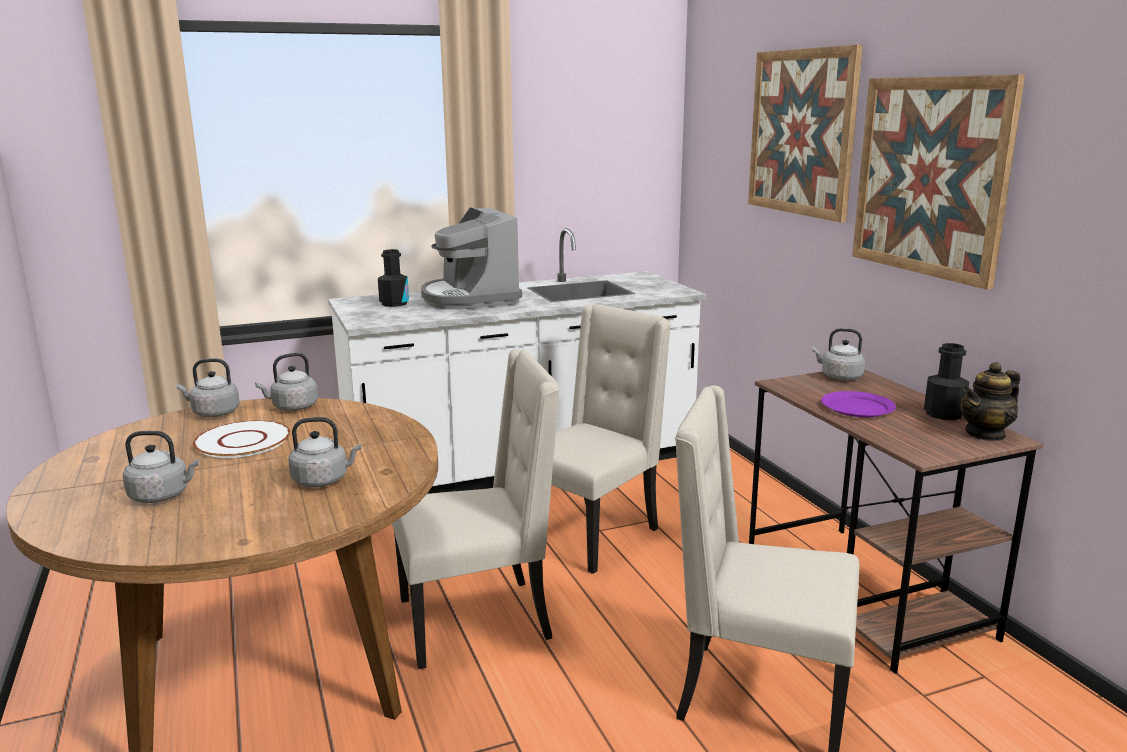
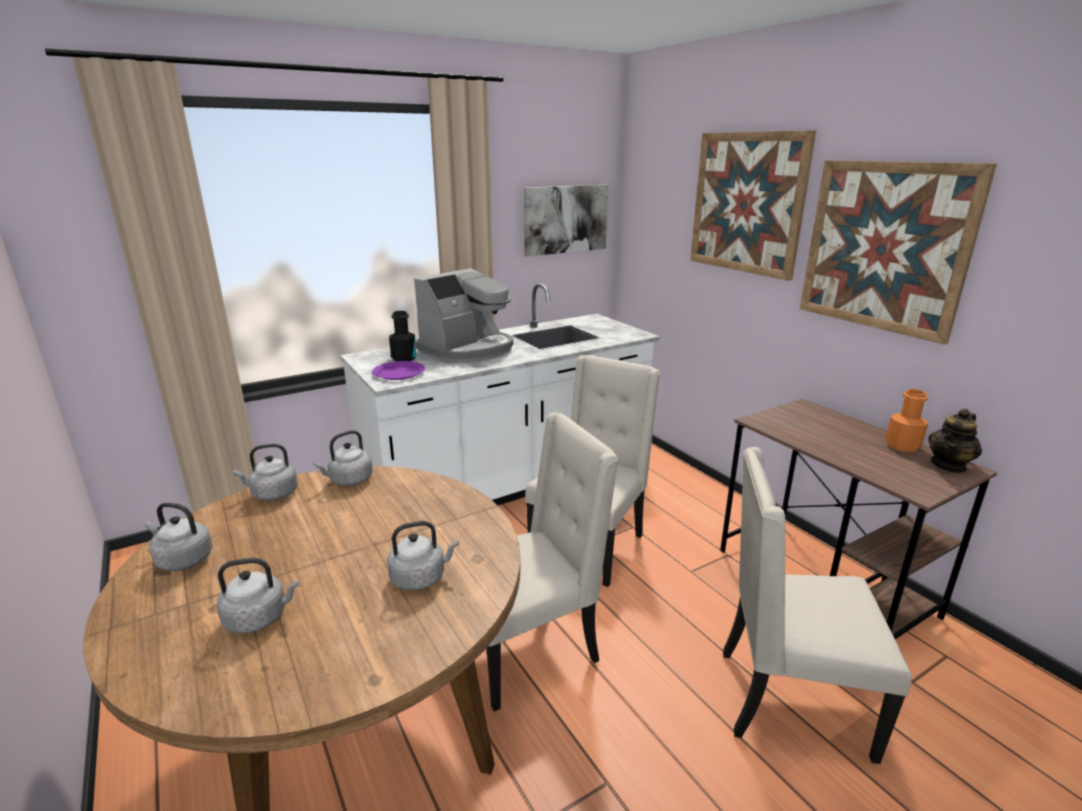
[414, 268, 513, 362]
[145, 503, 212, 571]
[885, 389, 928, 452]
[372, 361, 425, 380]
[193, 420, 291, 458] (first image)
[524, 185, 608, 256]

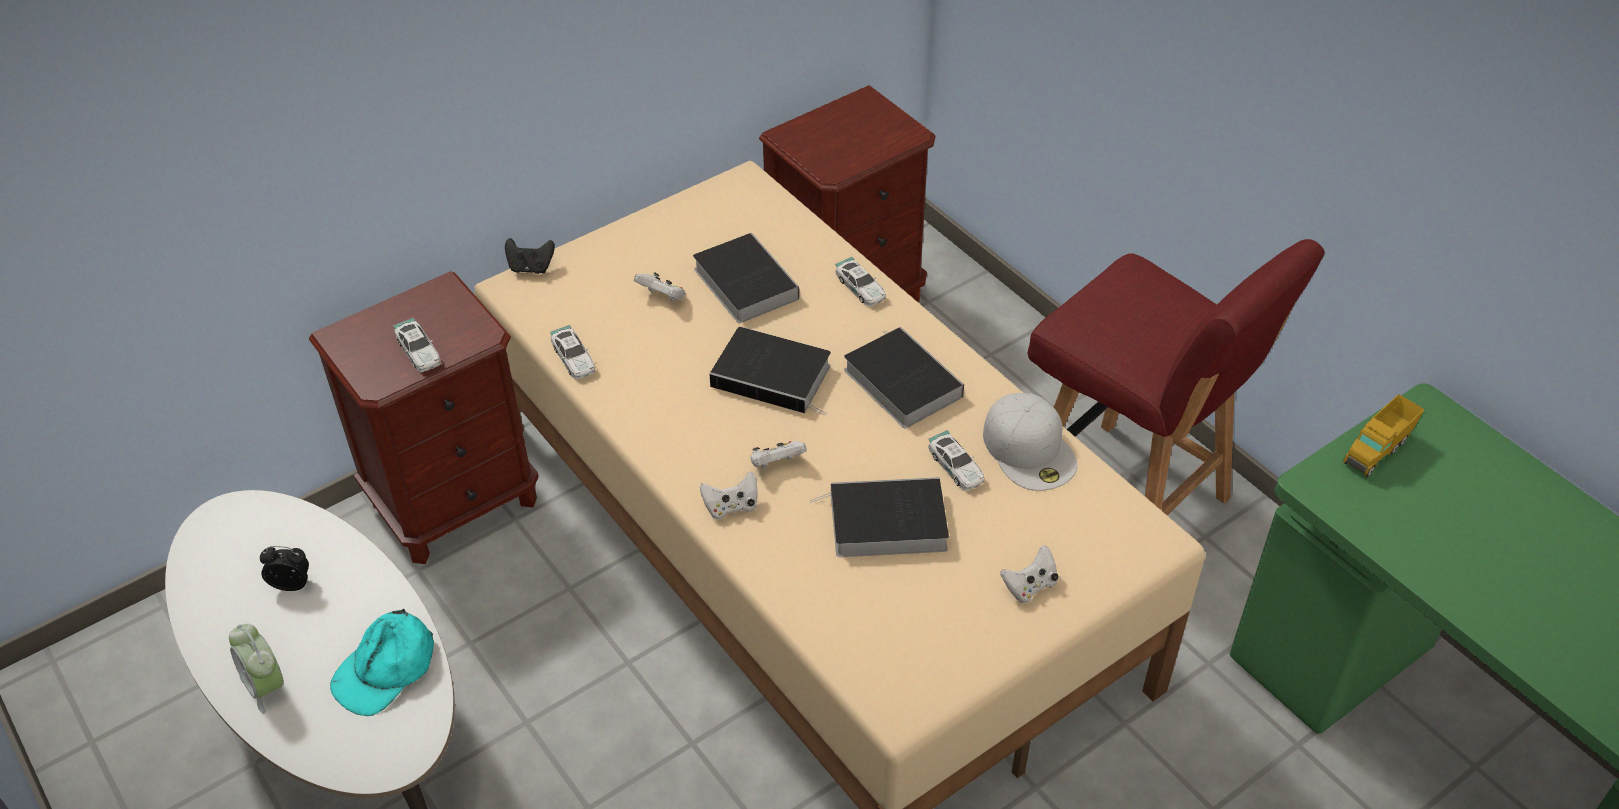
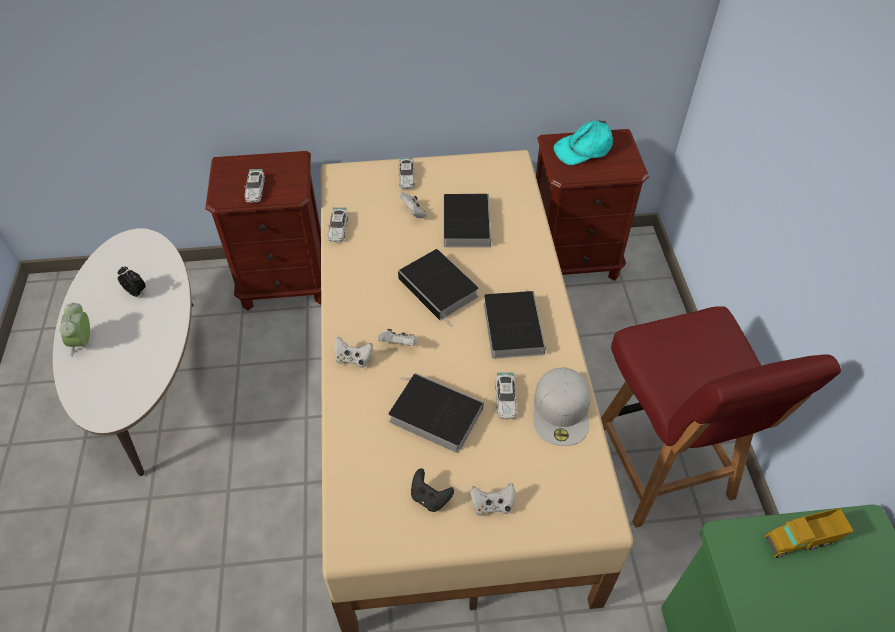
[411, 468, 454, 512]
[398, 157, 415, 189]
[554, 120, 613, 165]

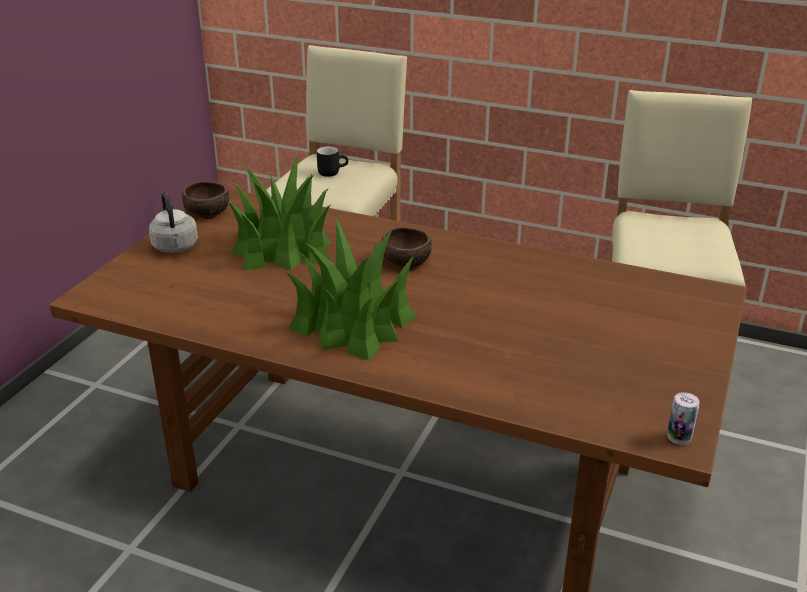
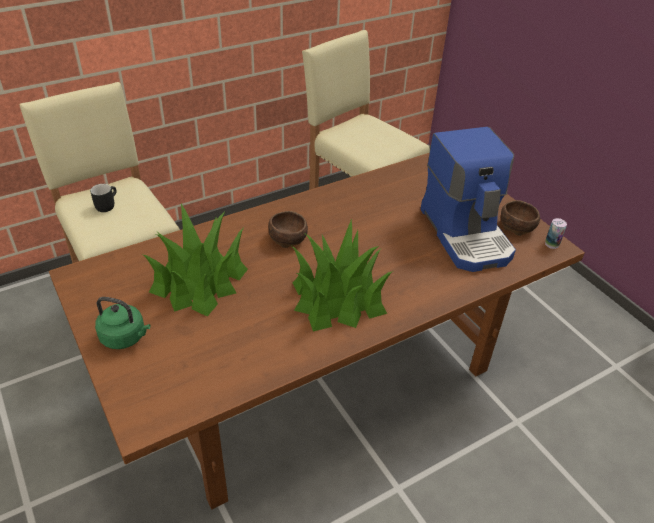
[501, 200, 540, 236]
[95, 297, 151, 349]
[420, 127, 516, 272]

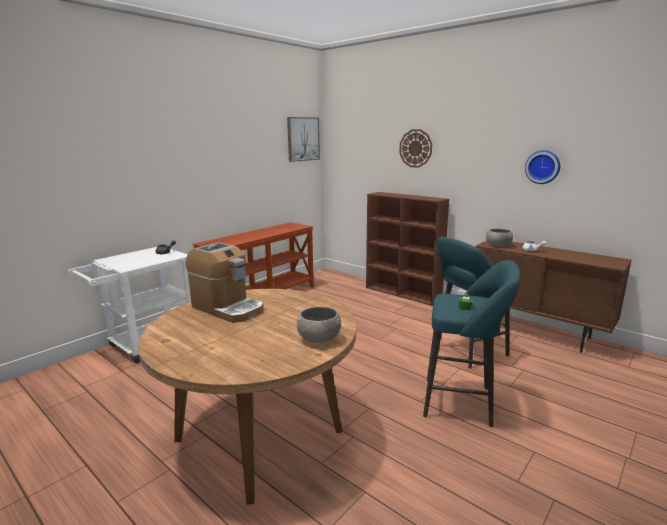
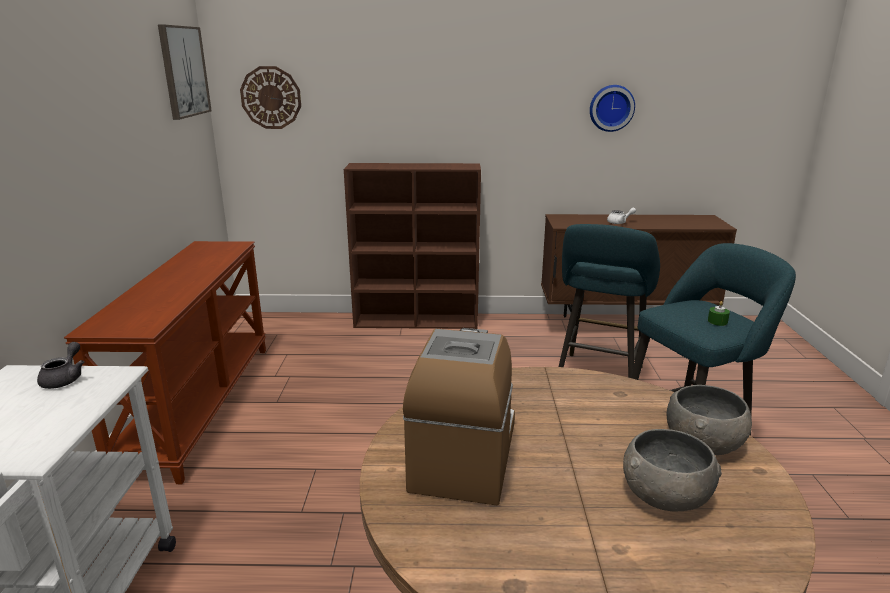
[240, 66, 301, 129]
[623, 429, 722, 511]
[403, 328, 515, 505]

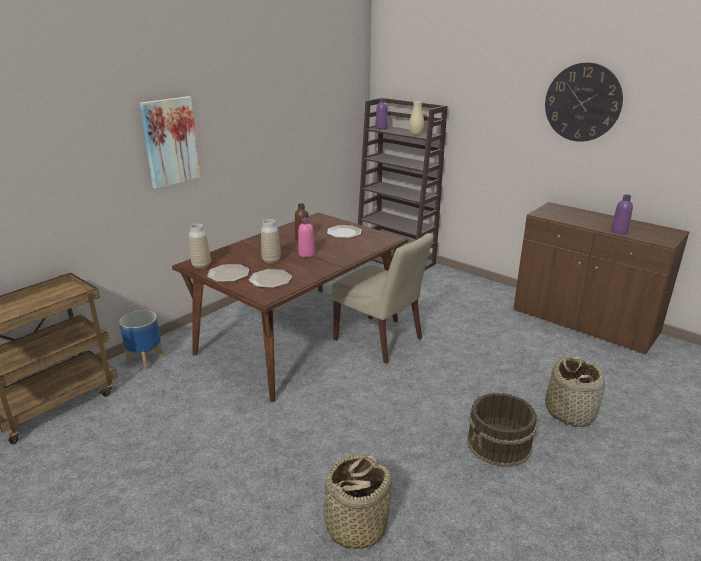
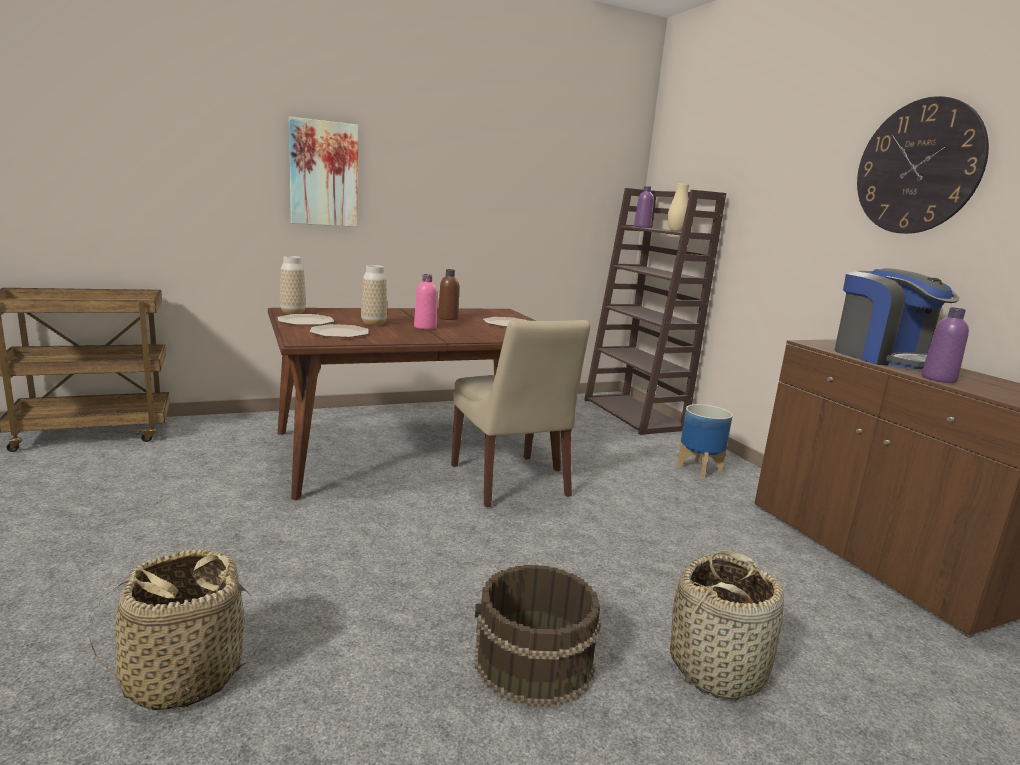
[677, 404, 733, 478]
[834, 268, 959, 369]

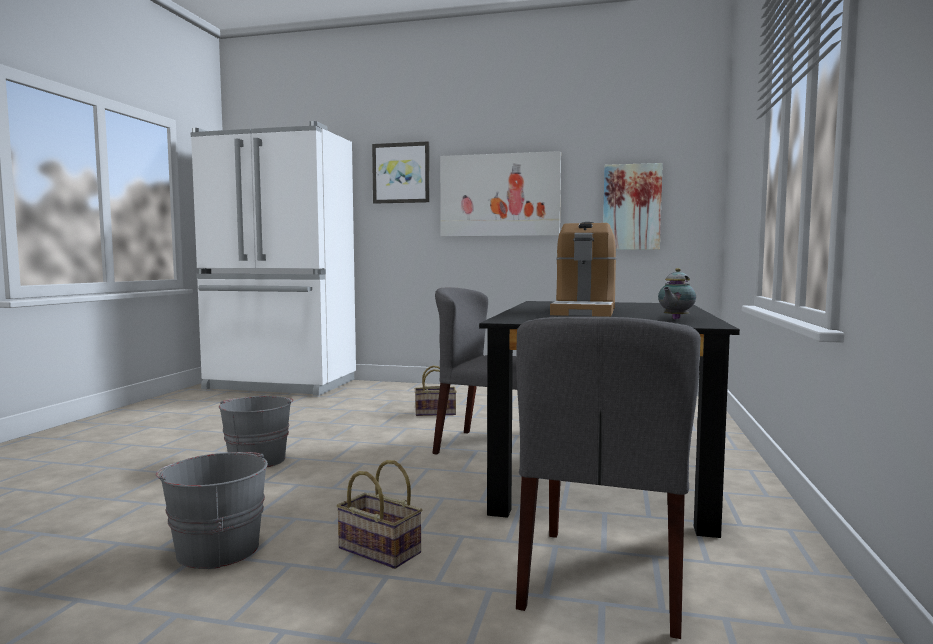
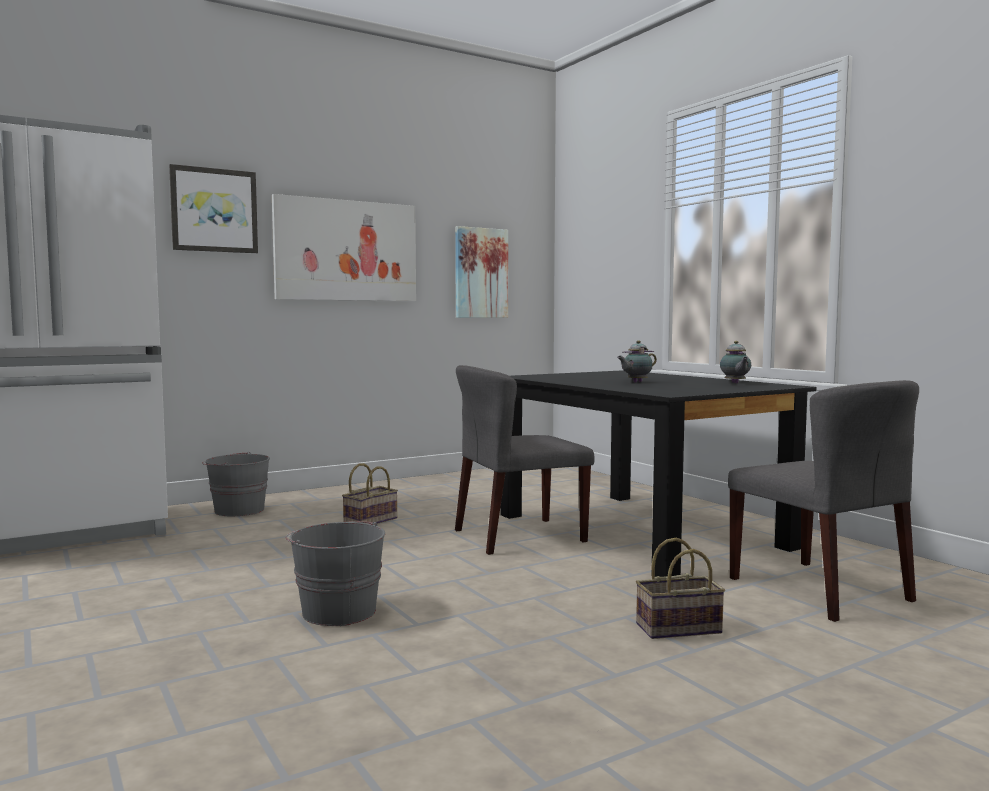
[617, 340, 657, 382]
[202, 452, 270, 516]

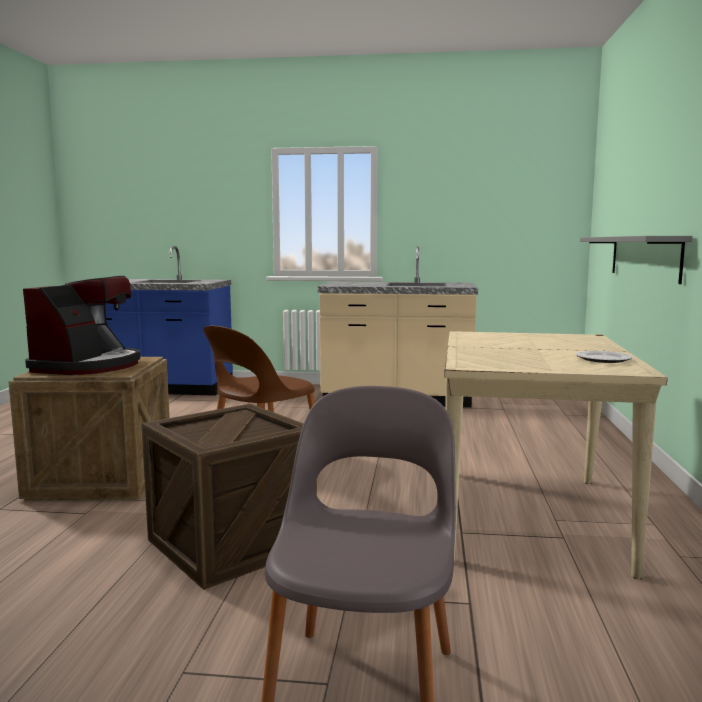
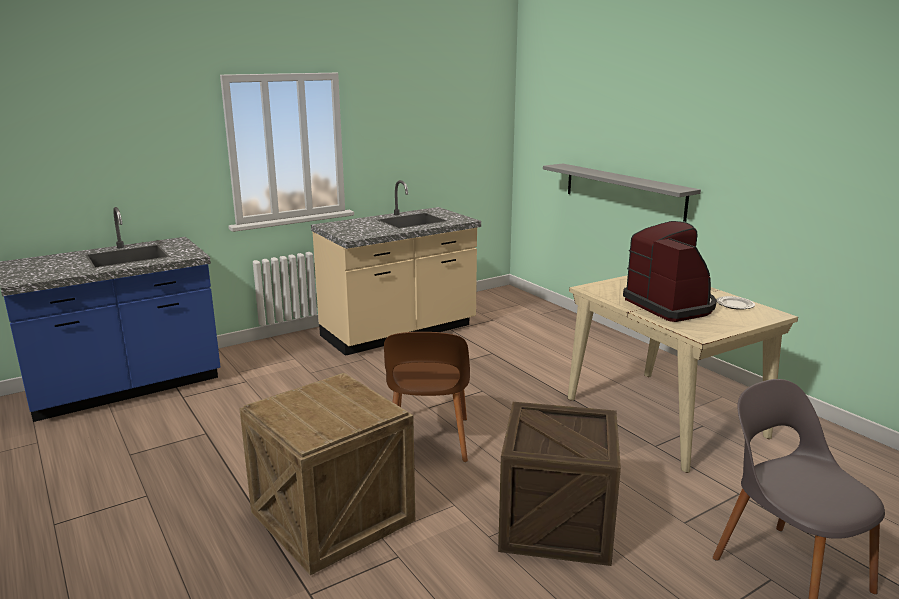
[623, 221, 717, 322]

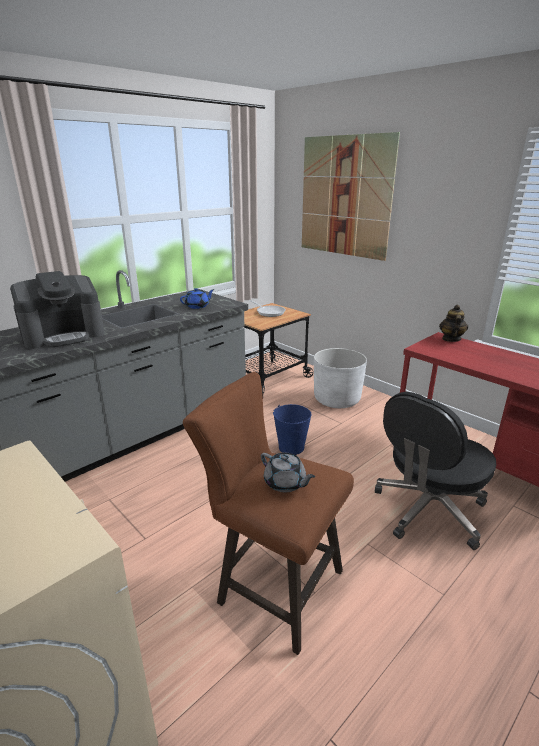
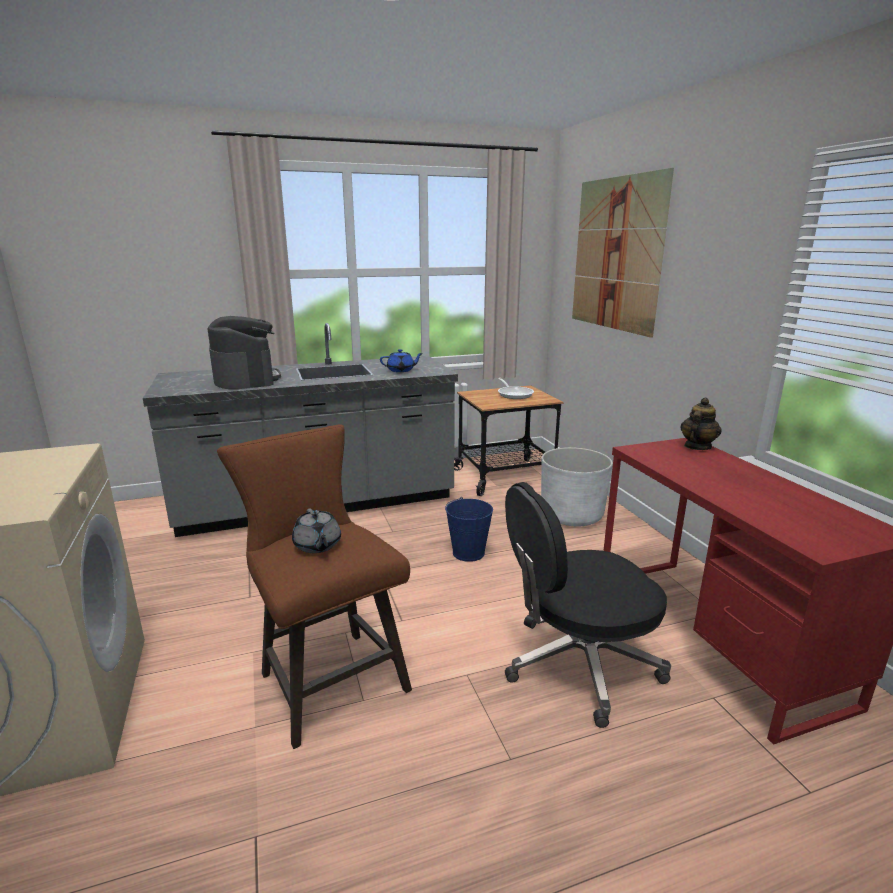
[208, 316, 281, 389]

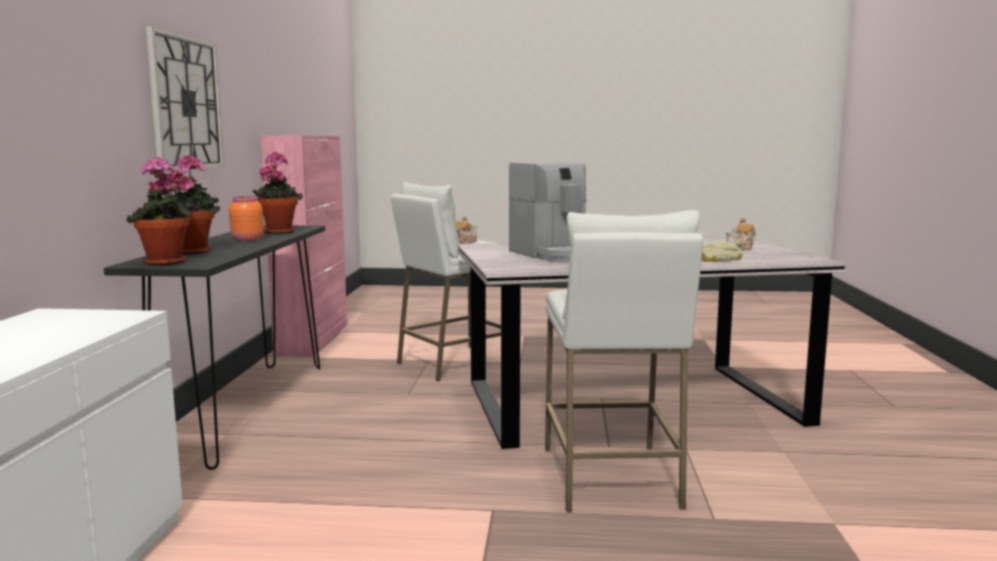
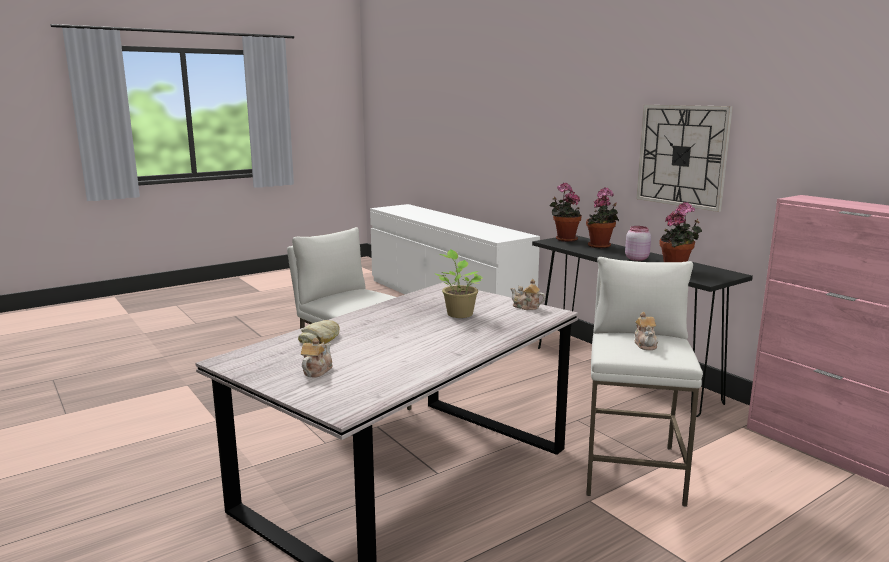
[435, 249, 483, 318]
[625, 226, 651, 261]
[511, 279, 545, 310]

